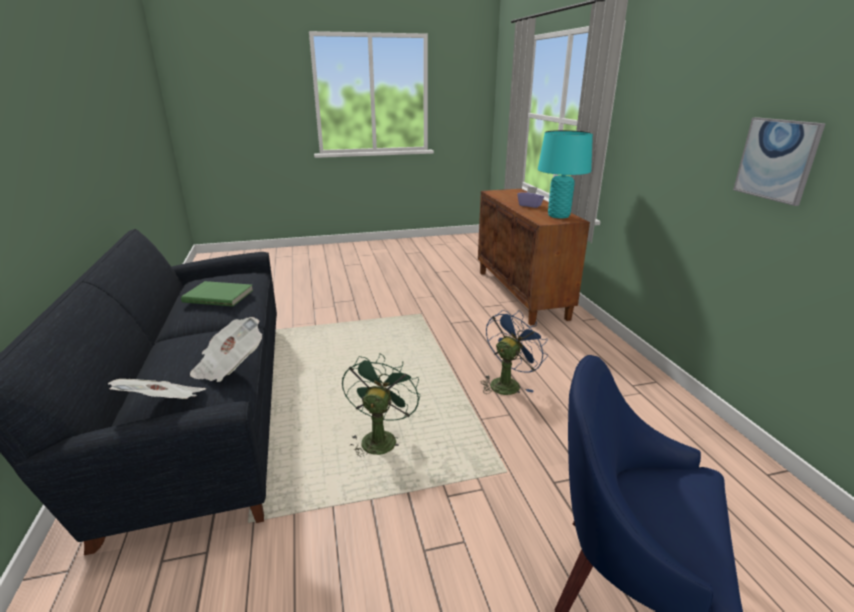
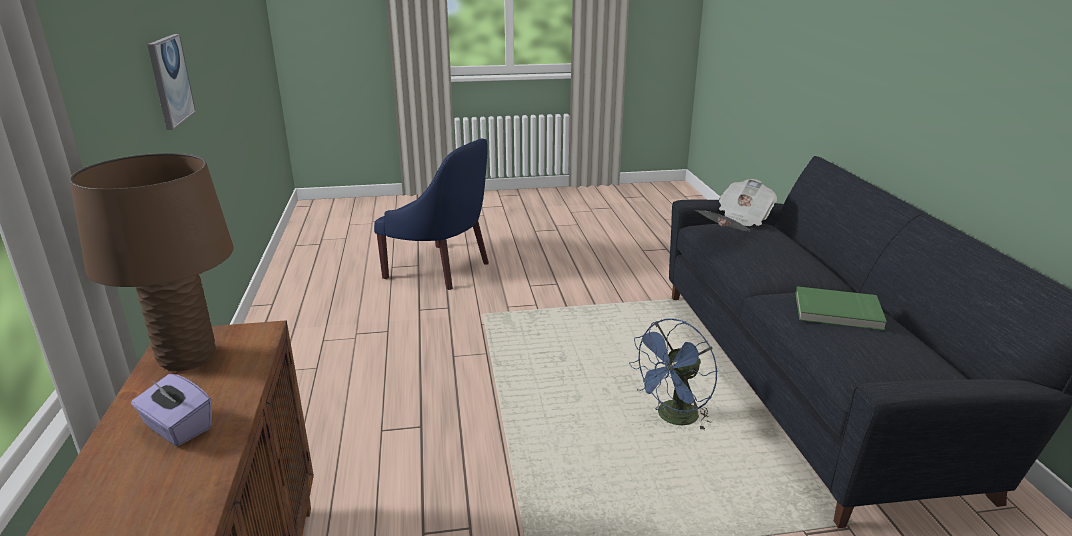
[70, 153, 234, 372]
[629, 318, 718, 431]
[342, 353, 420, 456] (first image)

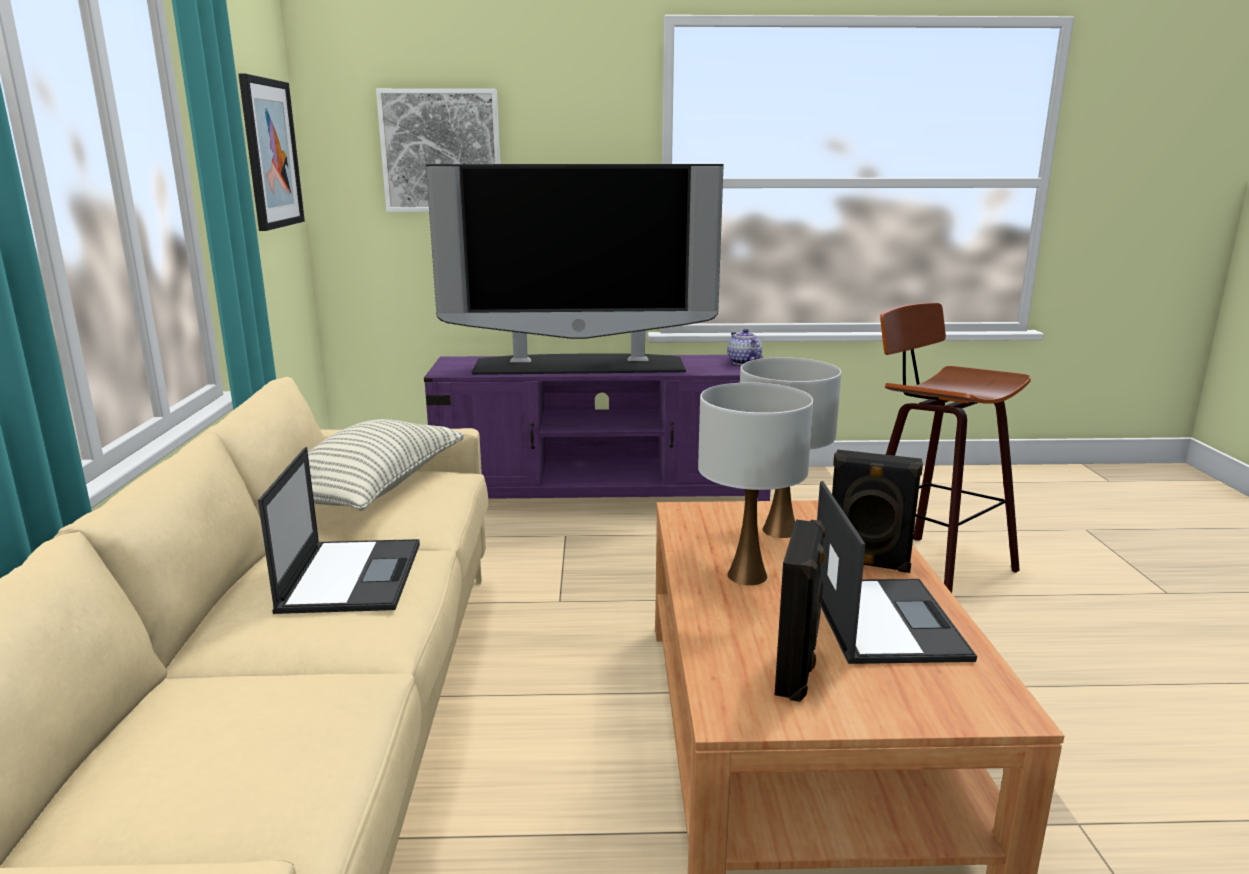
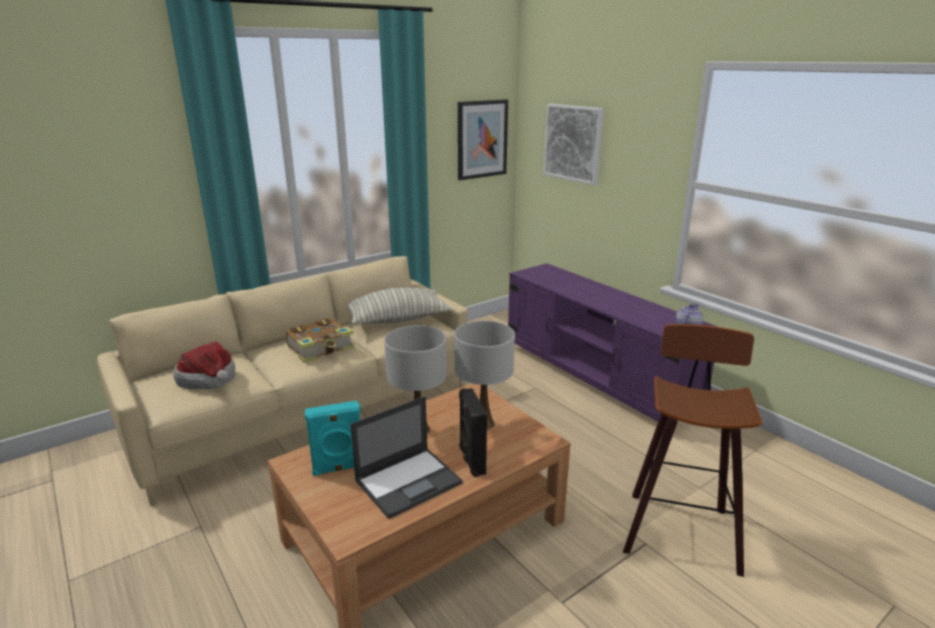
[426, 164, 724, 375] (first image)
[286, 318, 354, 363]
[305, 401, 360, 476]
[173, 341, 235, 389]

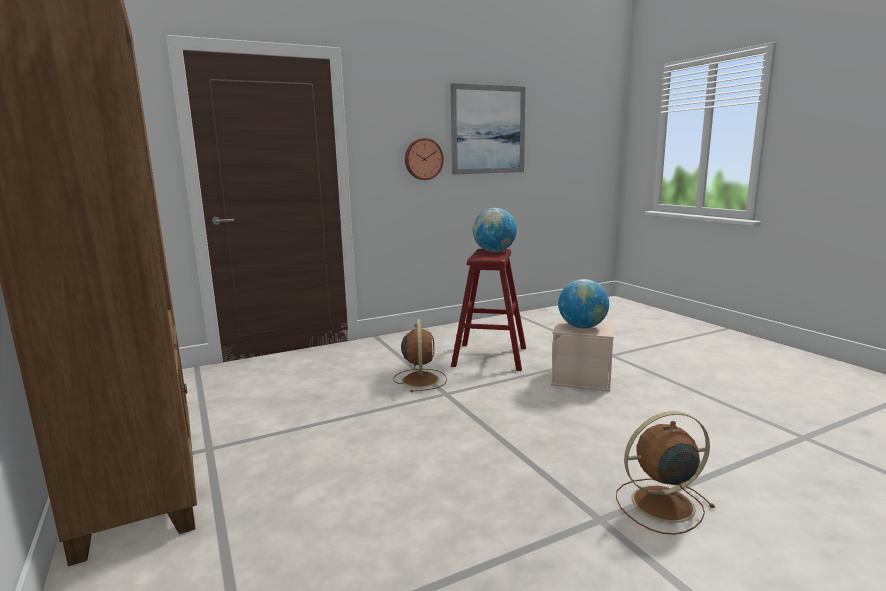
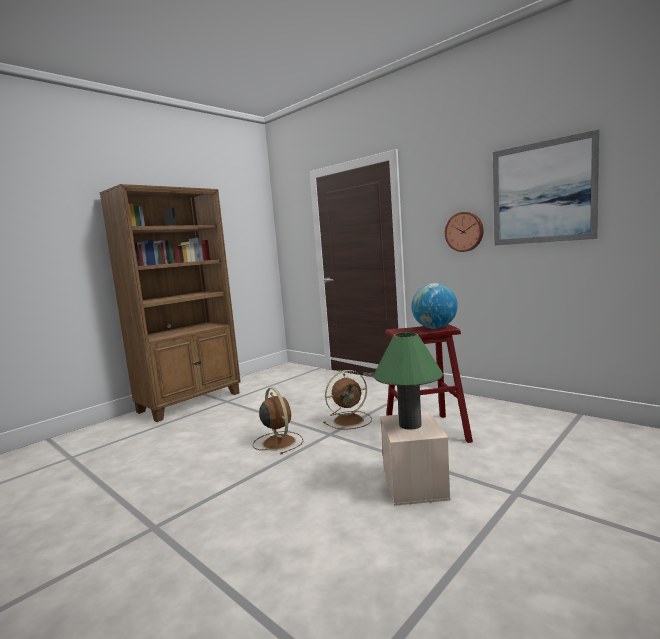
[374, 332, 443, 430]
[253, 387, 303, 454]

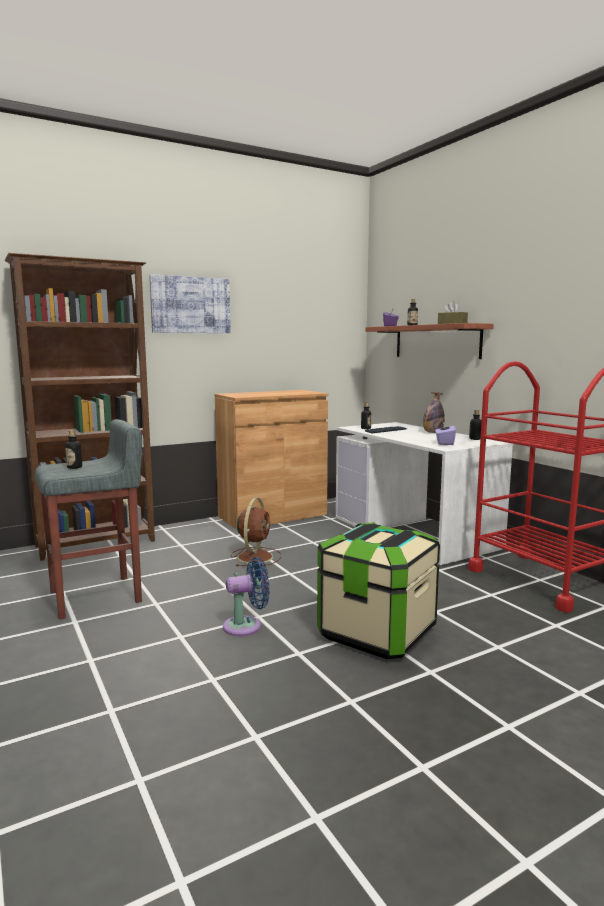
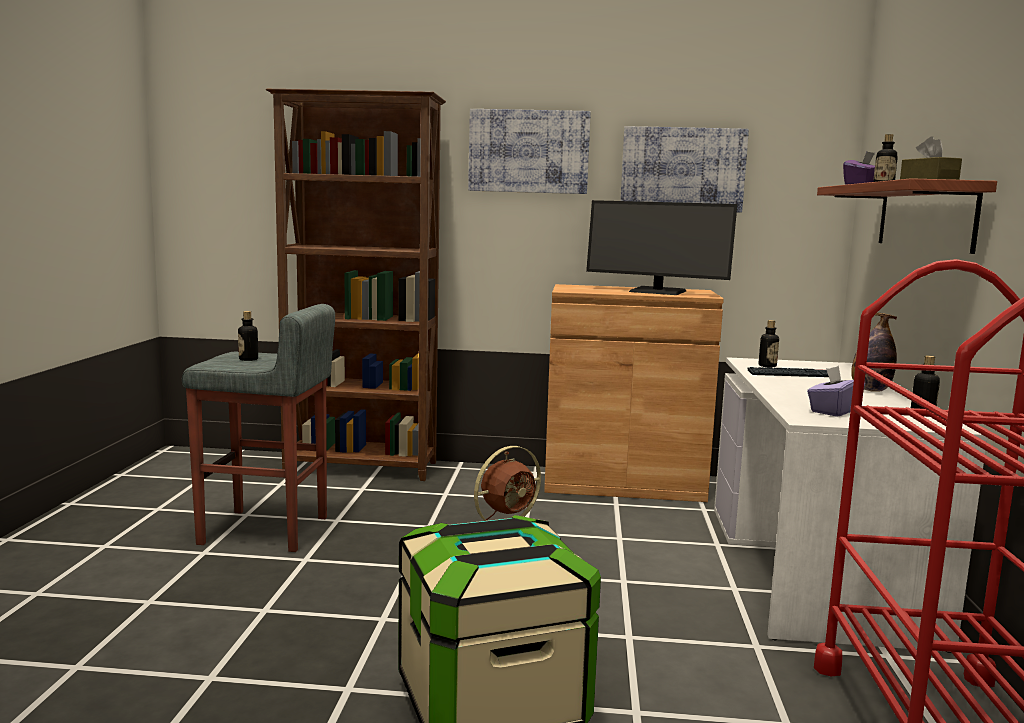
[223, 557, 270, 636] (first image)
[620, 126, 749, 213]
[586, 200, 737, 295]

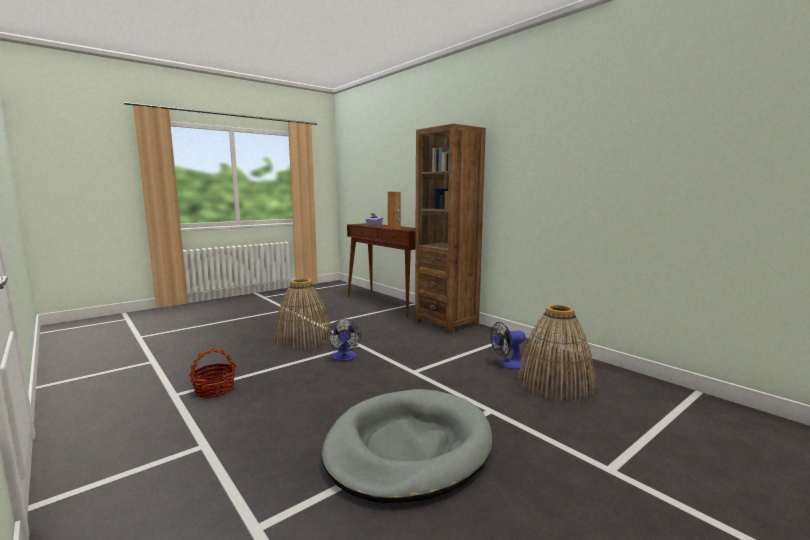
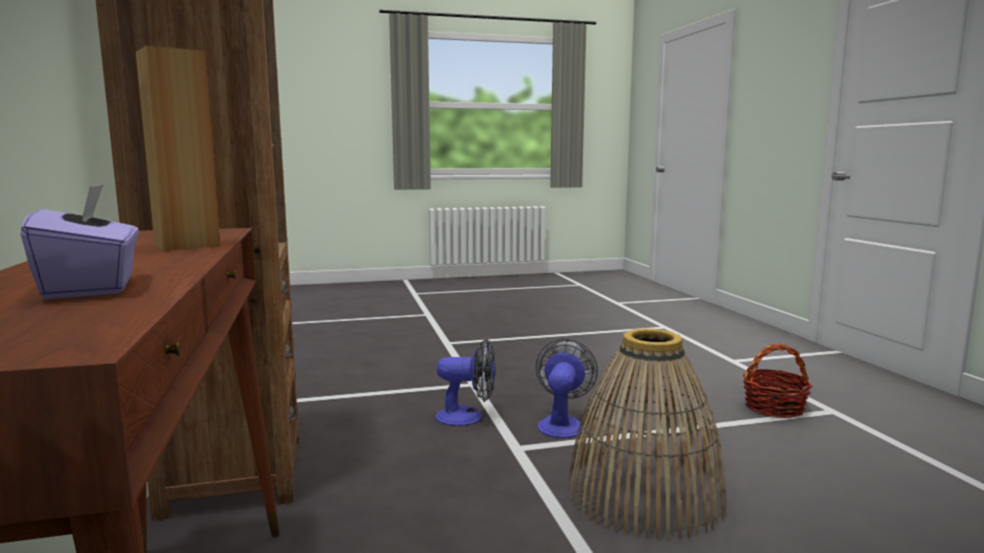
[517, 305, 595, 401] (first image)
[436, 338, 496, 426]
[322, 389, 492, 503] (first image)

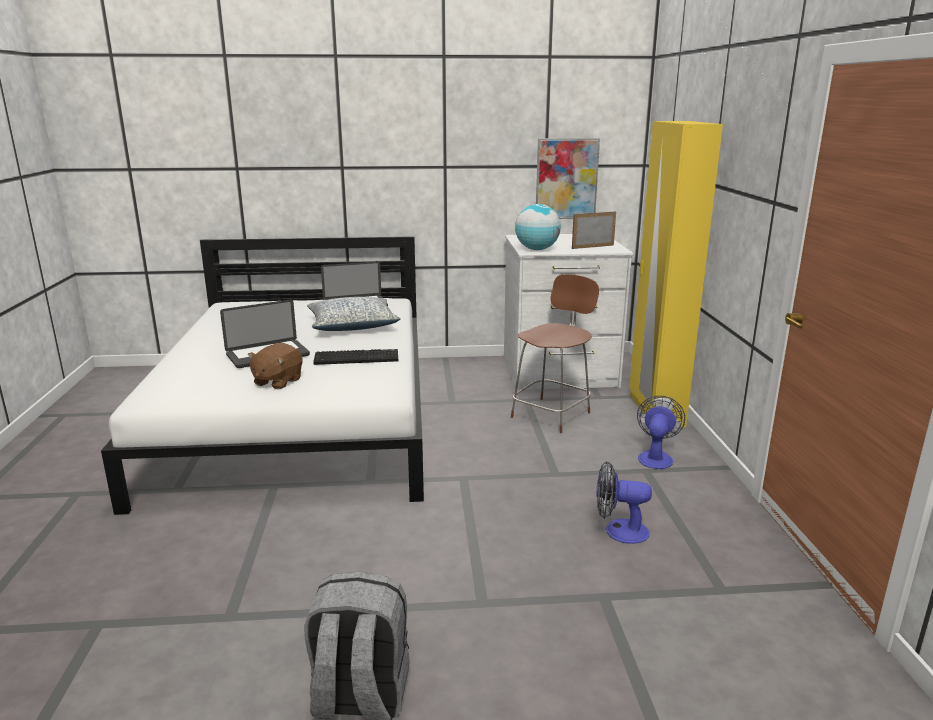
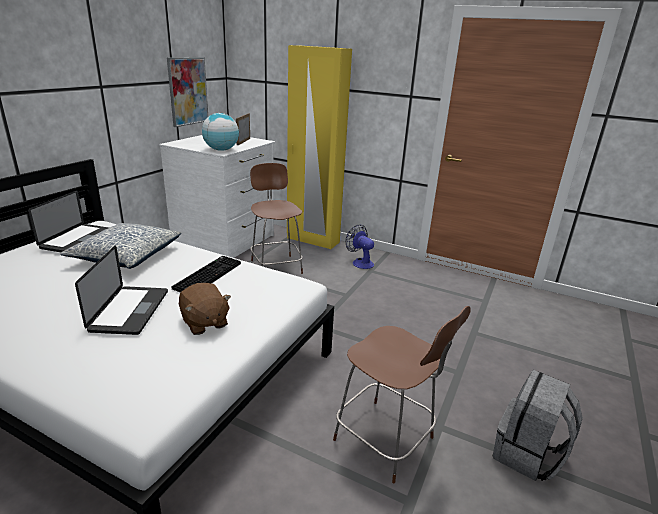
[597, 461, 652, 544] (first image)
[333, 306, 471, 484]

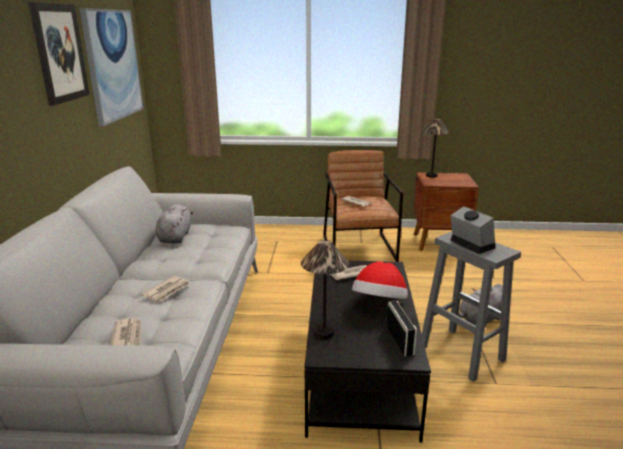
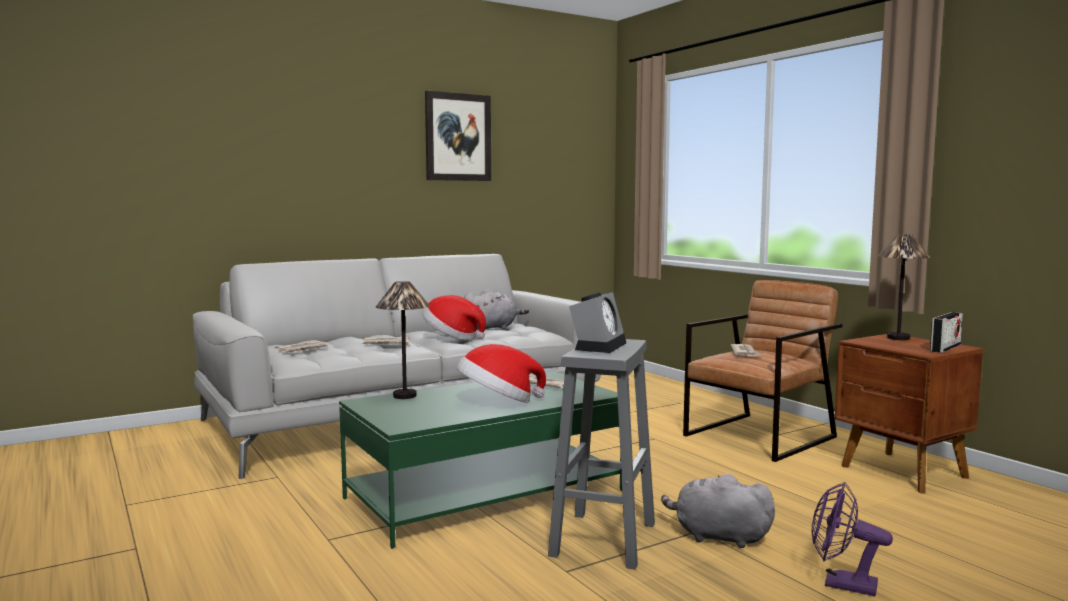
[80, 8, 144, 127] (first image)
[339, 371, 622, 549]
[930, 312, 963, 353]
[422, 295, 486, 340]
[812, 482, 893, 596]

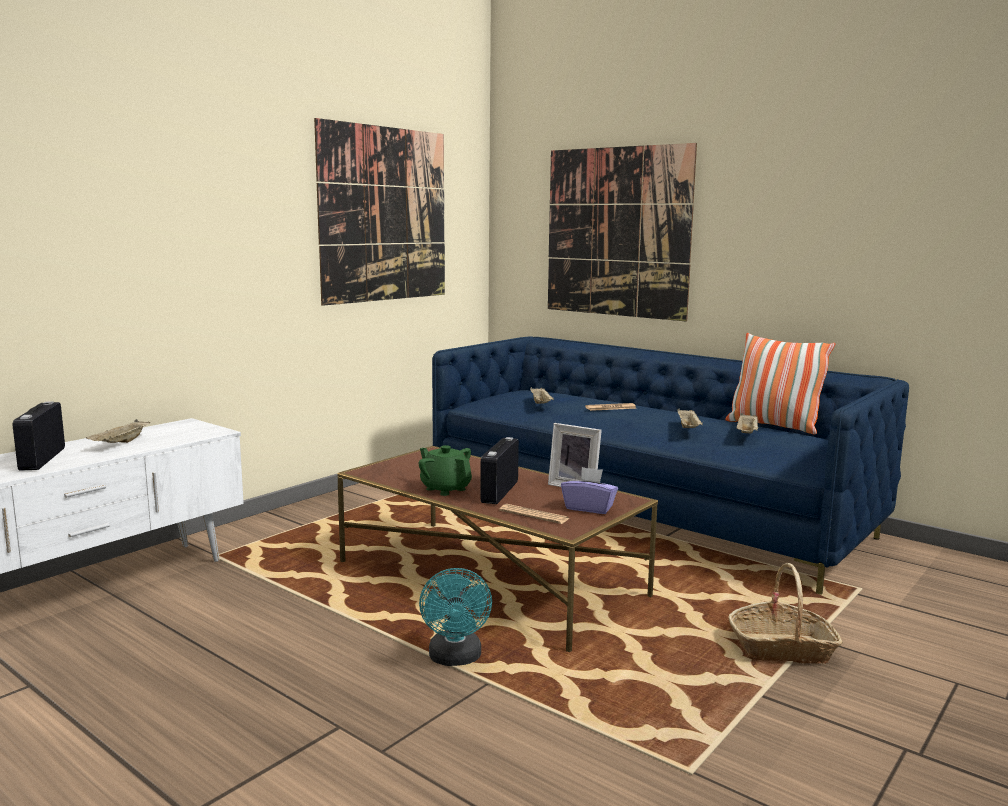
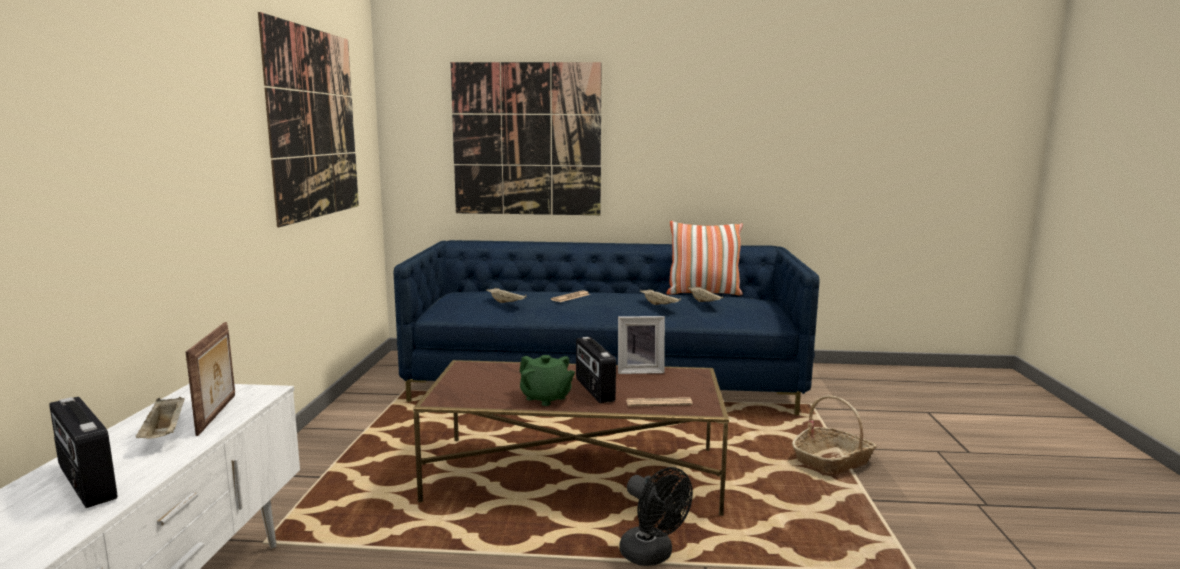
[519, 355, 575, 406]
[561, 467, 618, 514] (first image)
[619, 467, 693, 566]
[186, 322, 235, 436]

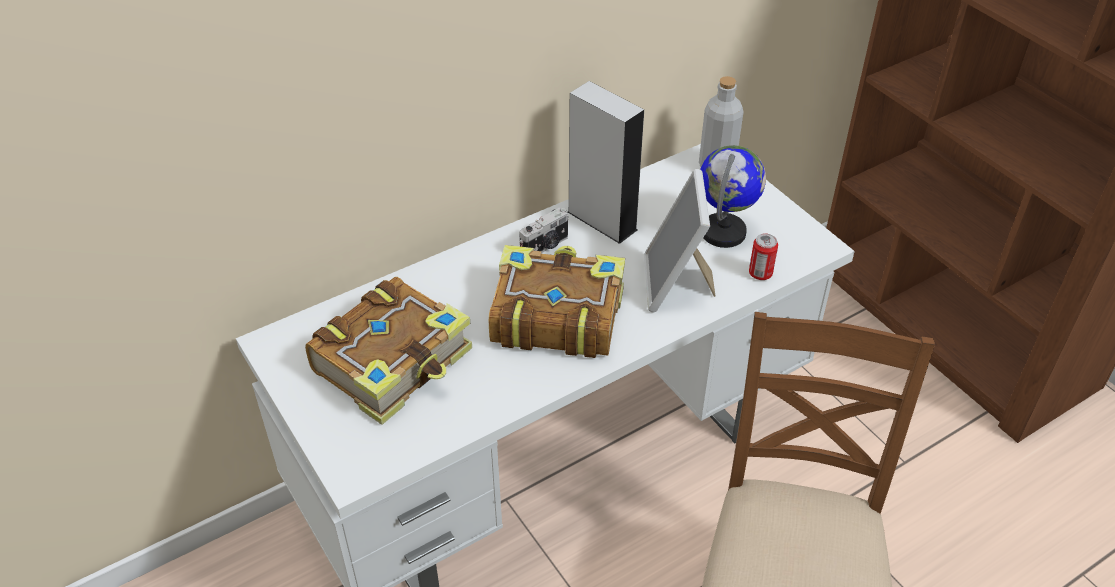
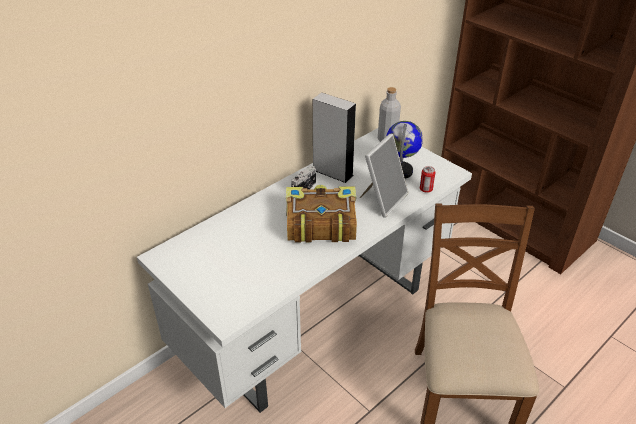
[360, 134, 408, 218]
[305, 277, 472, 425] (first image)

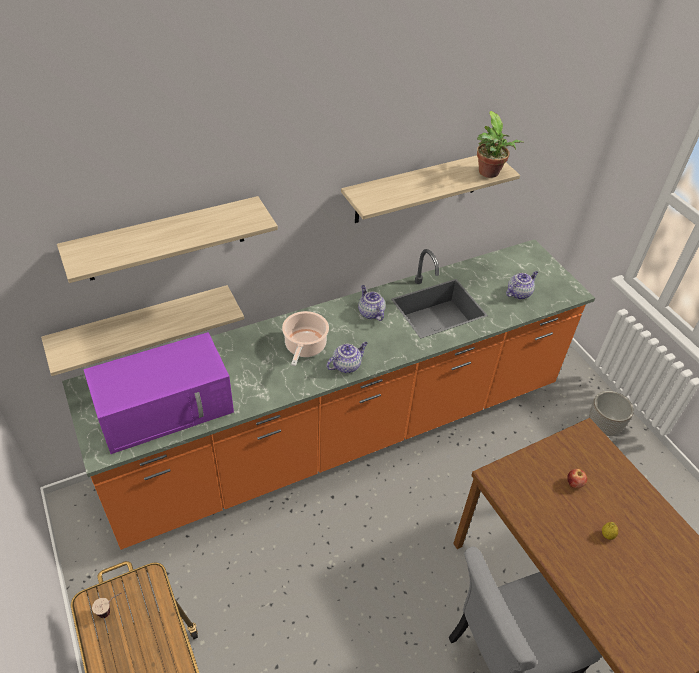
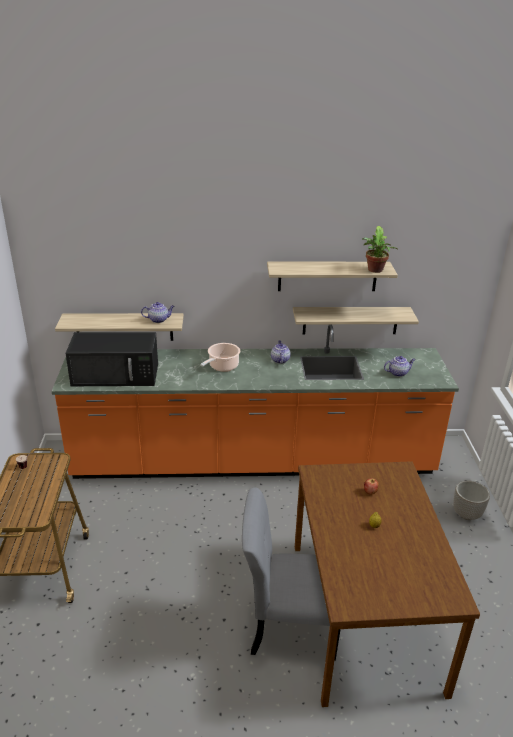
[293, 307, 419, 335]
[65, 332, 158, 386]
[141, 302, 174, 323]

